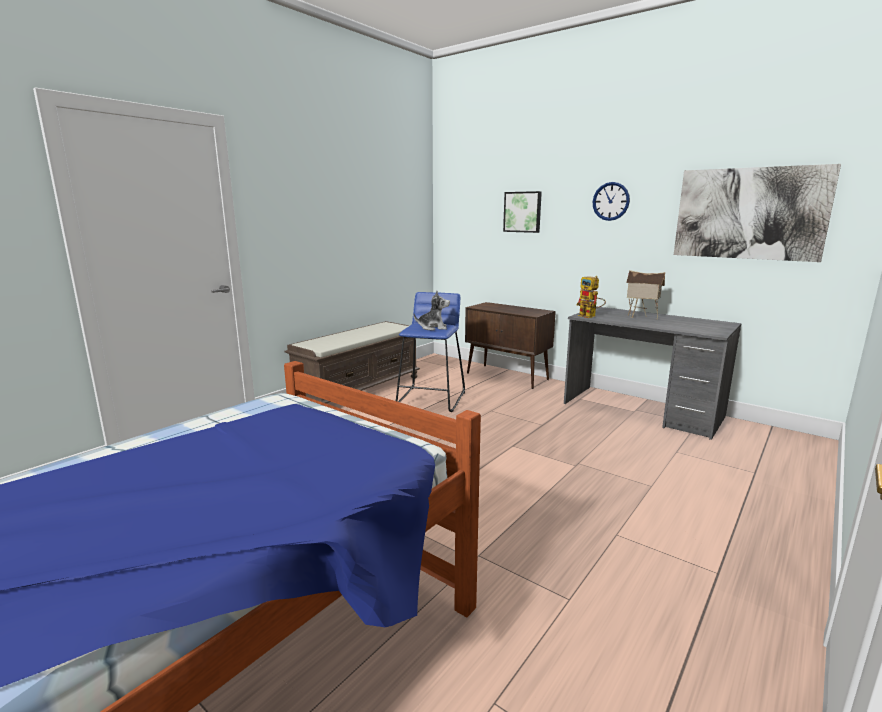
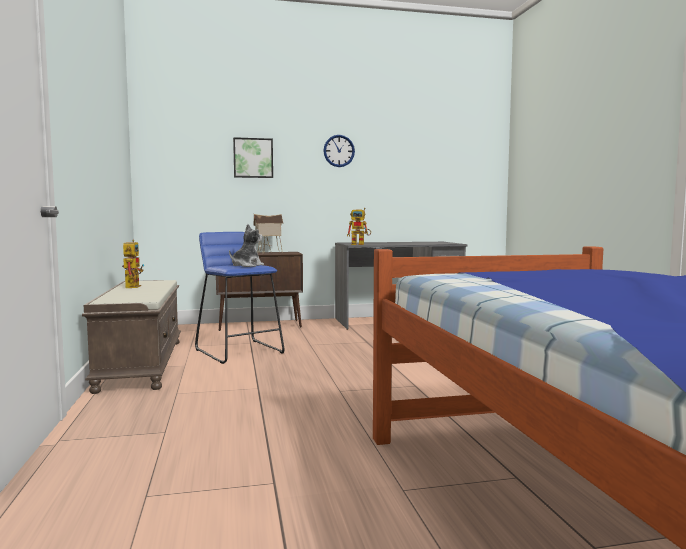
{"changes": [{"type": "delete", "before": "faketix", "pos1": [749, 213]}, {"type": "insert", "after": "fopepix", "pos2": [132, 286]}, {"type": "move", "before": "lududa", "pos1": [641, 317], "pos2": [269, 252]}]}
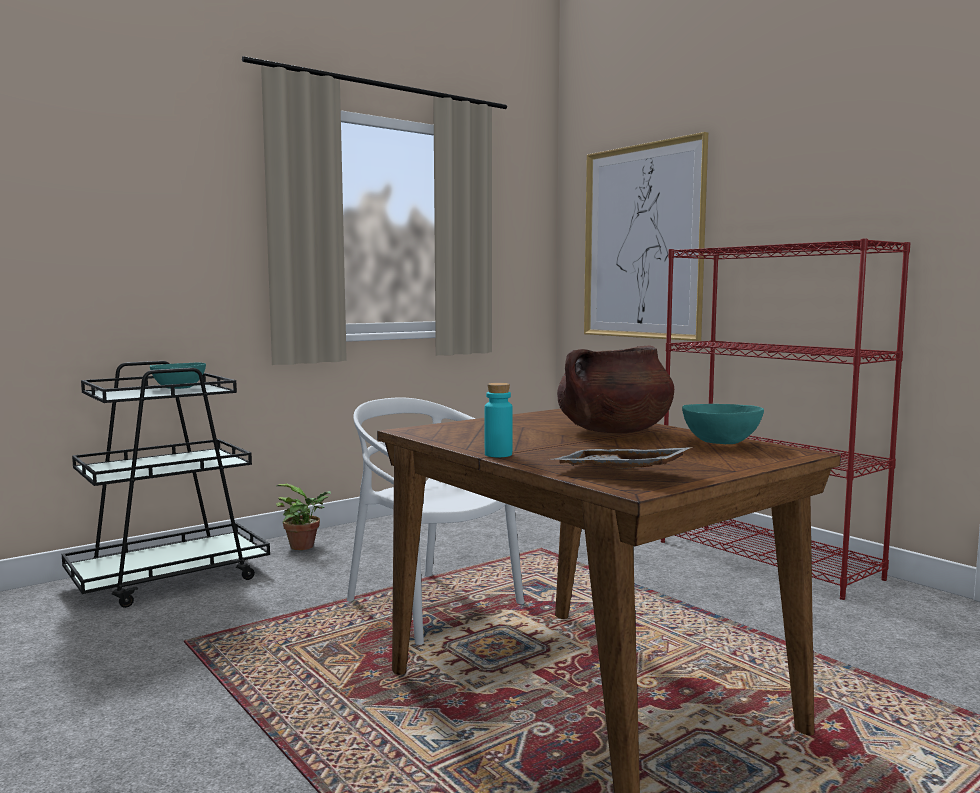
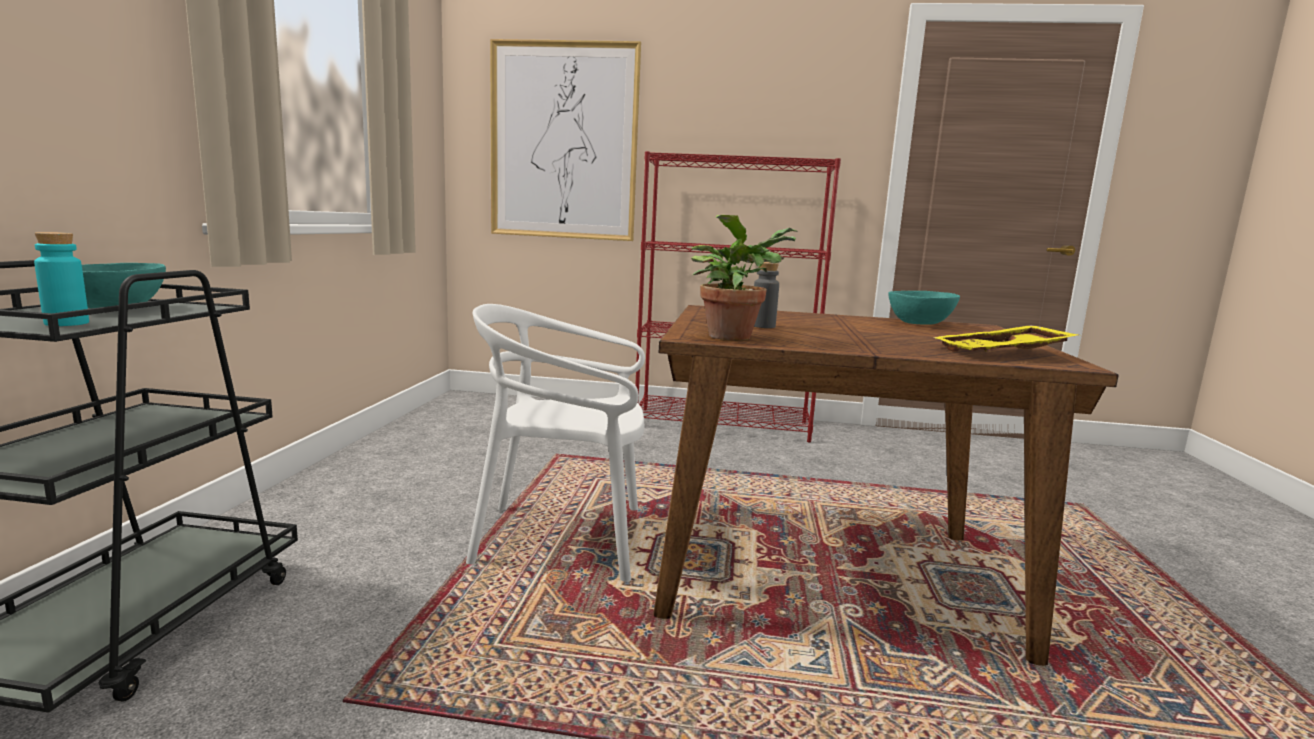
{"changes": [{"type": "delete", "before": "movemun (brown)", "pos1": [614, 431]}, {"type": "insert", "after": "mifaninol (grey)", "pos2": [763, 326]}, {"type": "move", "before": "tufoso", "pos1": [305, 546], "pos2": [733, 336]}, {"type": "move", "before": "mifaninol (turquoise)", "pos1": [498, 454], "pos2": [66, 323]}, {"type": "recolor", "before": "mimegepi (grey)", "after": "mimegepi (yellow)", "pos1": [619, 473], "pos2": [1003, 354]}]}
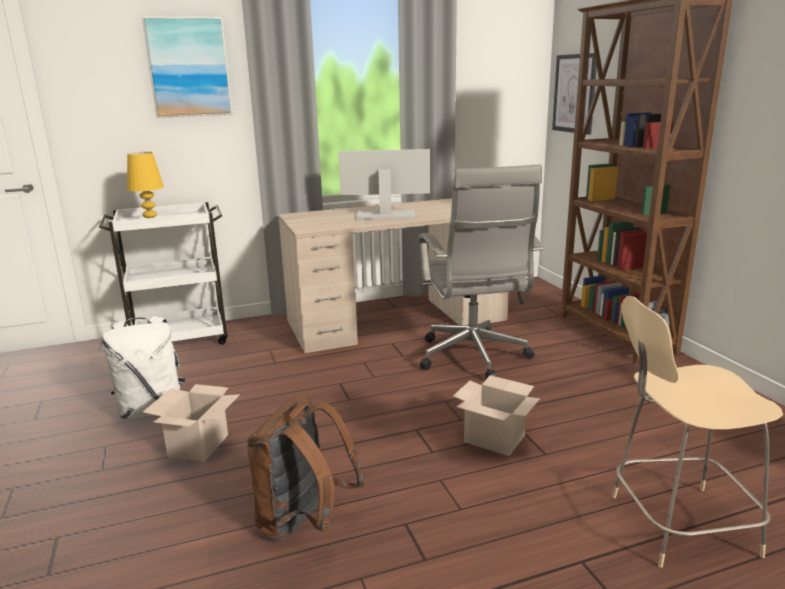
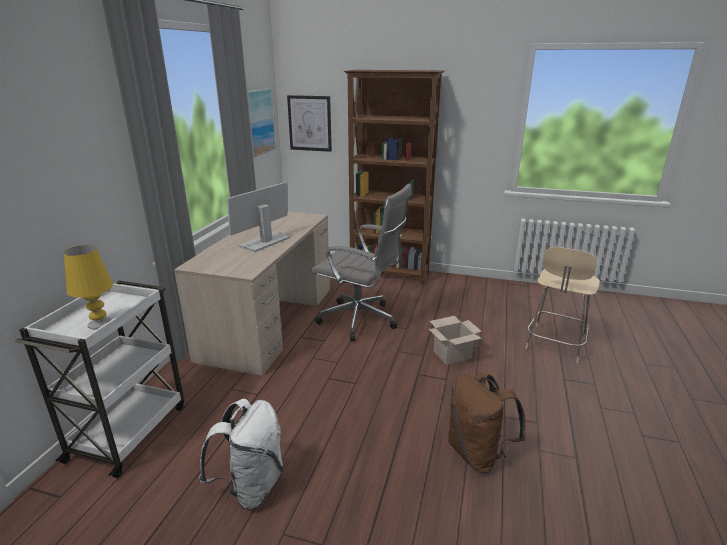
{"changes": [{"type": "delete", "before": "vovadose", "pos1": [198, 444]}, {"type": "move", "before": "faketix", "pos1": [188, 67], "pos2": [258, 121]}]}
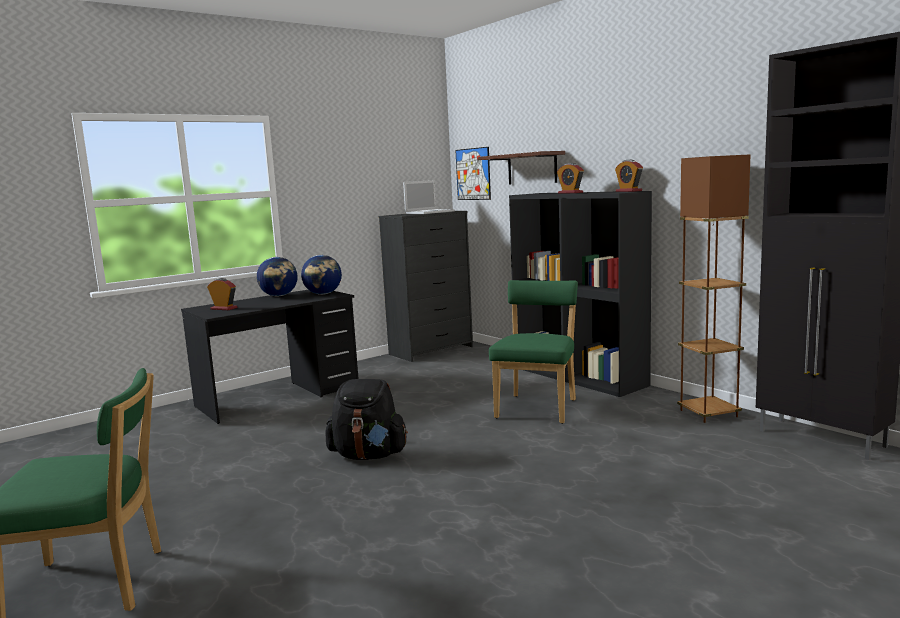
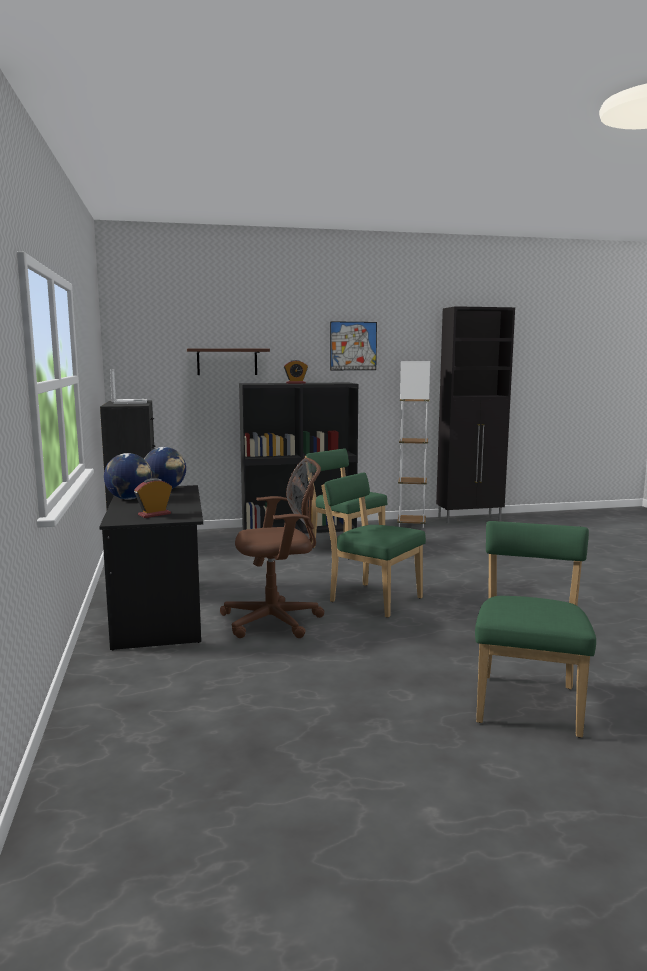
{"changes": [{"type": "delete", "before": "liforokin", "pos1": [628, 191]}, {"type": "insert", "after": "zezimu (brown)", "pos2": [276, 621]}, {"type": "move", "before": "faketix", "pos1": [473, 174], "pos2": [353, 346]}, {"type": "replace", "before": "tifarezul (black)", "after": "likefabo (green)", "pos1": [368, 455], "pos2": [372, 599]}, {"type": "recolor", "before": "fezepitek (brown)", "after": "fezepitek (white)", "pos1": [708, 413], "pos2": [411, 524]}]}
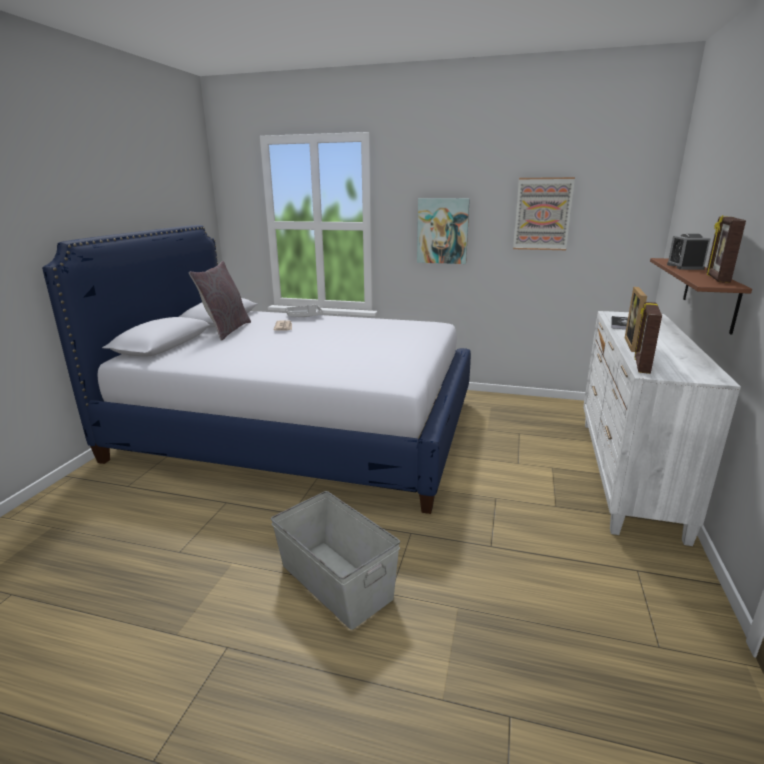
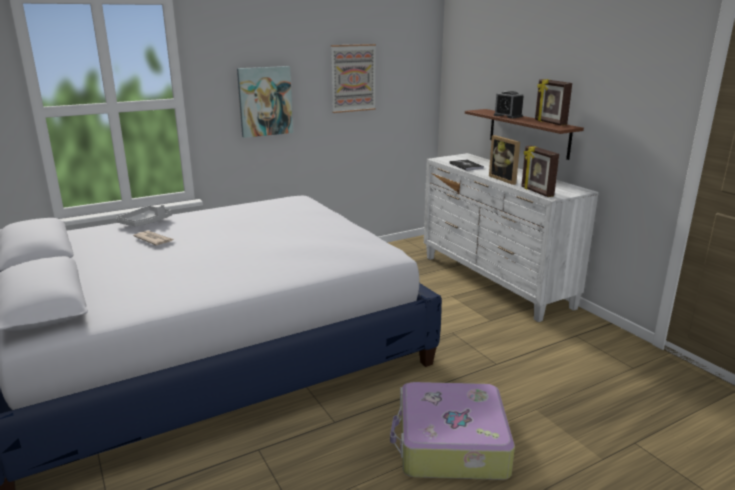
{"changes": [{"type": "delete", "before": "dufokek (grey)", "pos1": [226, 330]}, {"type": "replace", "before": "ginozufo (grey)", "after": "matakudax", "pos1": [335, 582], "pos2": [450, 444]}]}
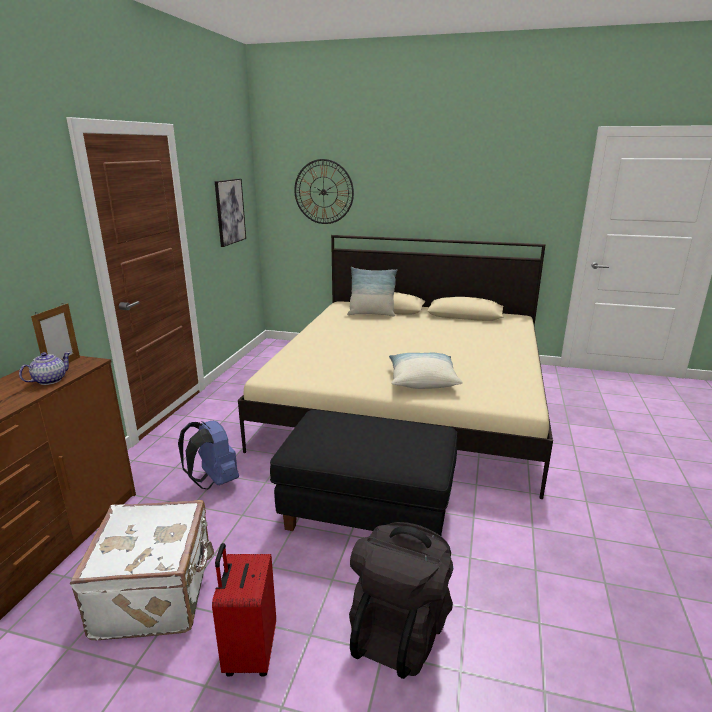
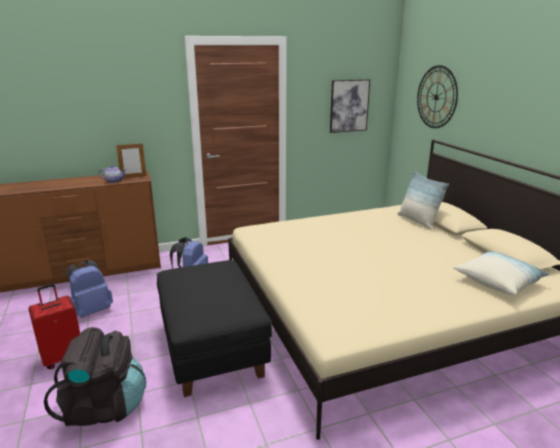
{"changes": [{"type": "move", "before": "dufokek", "pos1": [422, 381], "pos2": [498, 282]}, {"type": "replace", "before": "matakudax (white)", "after": "tifarezul (blue)", "pos1": [157, 593], "pos2": [91, 311]}]}
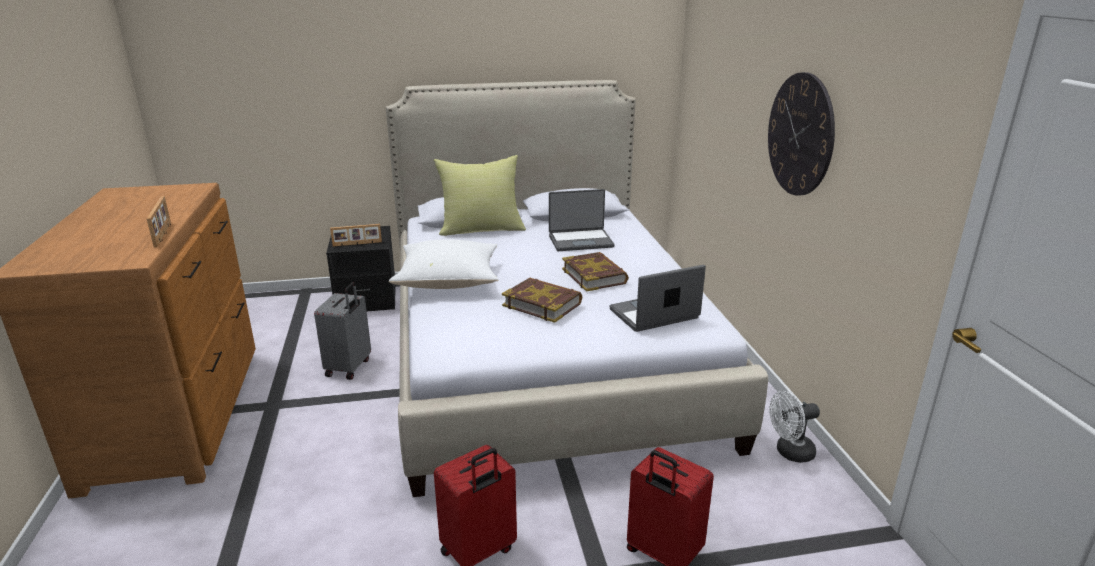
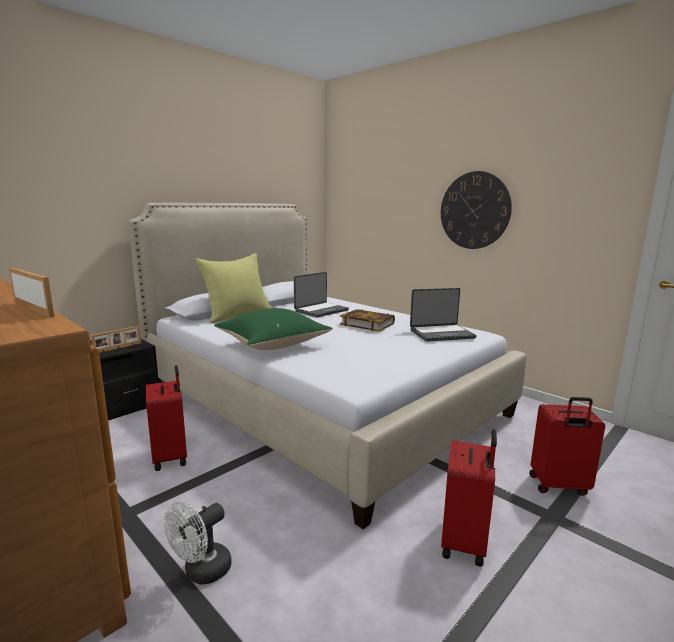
{"changes": [{"type": "delete", "before": "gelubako", "pos1": [542, 304]}, {"type": "move", "before": "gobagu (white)", "pos1": [789, 453], "pos2": [201, 572]}, {"type": "recolor", "before": "matakudax (grey)", "after": "matakudax (red)", "pos1": [349, 368], "pos2": [171, 457]}, {"type": "recolor", "before": "dufokek (white)", "after": "dufokek (green)", "pos1": [449, 281], "pos2": [273, 345]}, {"type": "rotate", "before": "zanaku", "pos1": [654, 315], "pos2": [441, 334], "turn": -135}]}
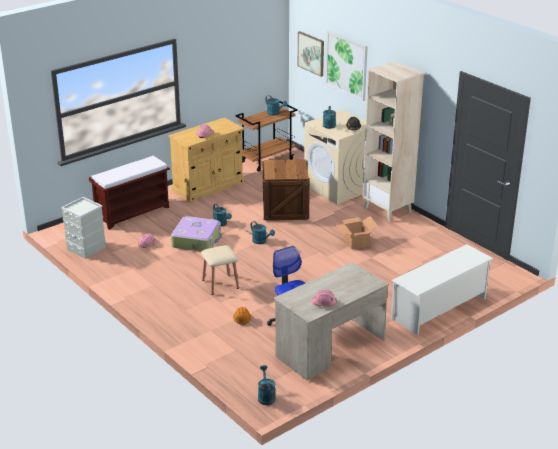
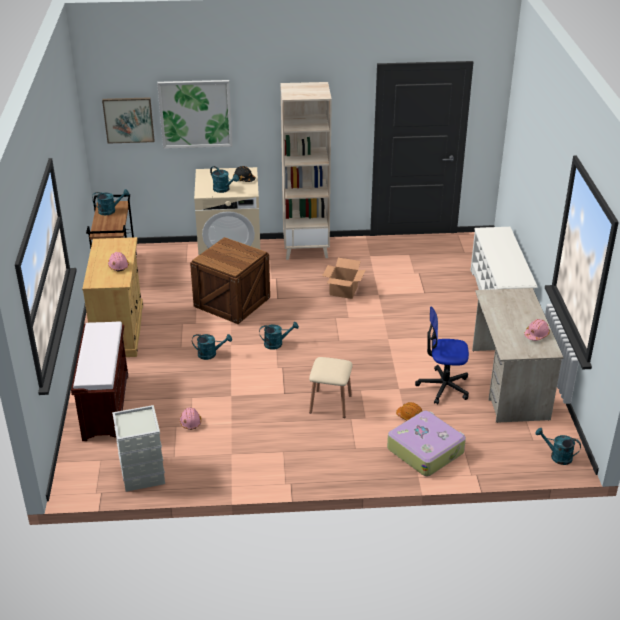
{"changes": [{"type": "move", "before": "matakudax", "pos1": [197, 240], "pos2": [425, 450]}]}
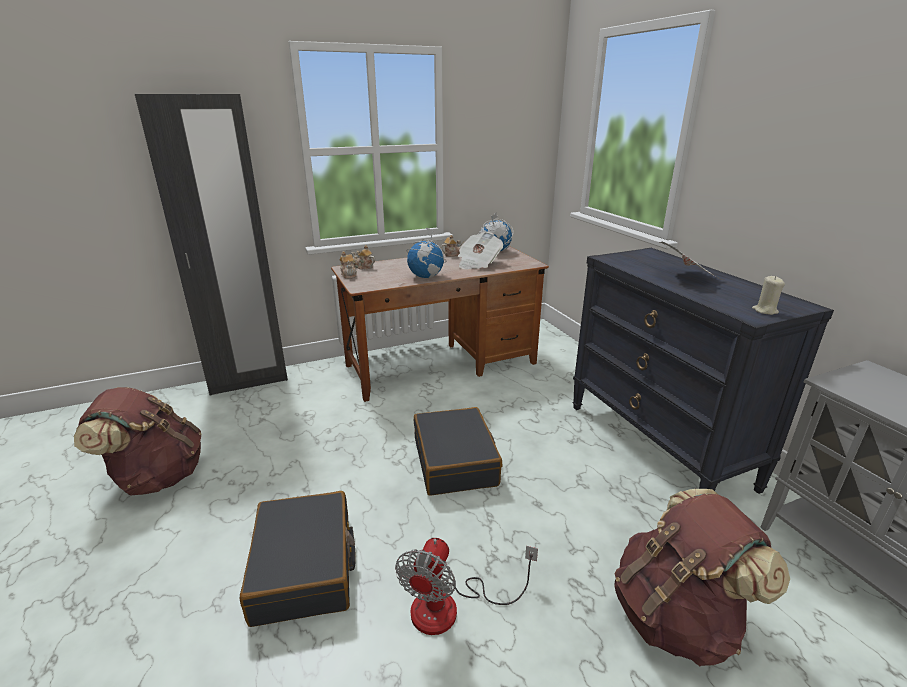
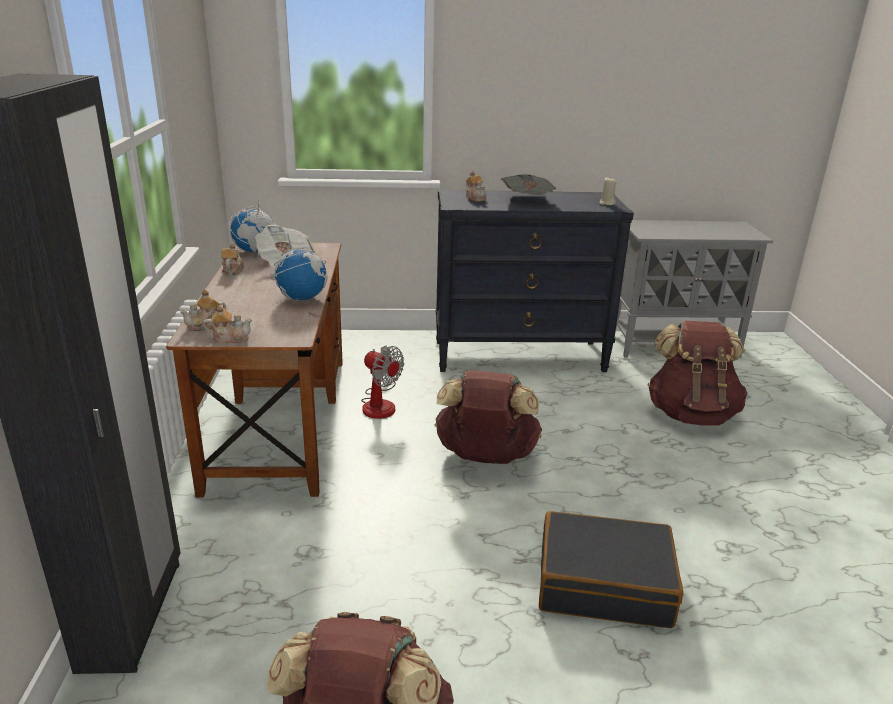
{"changes": [{"type": "insert", "after": "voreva", "pos2": [475, 198]}, {"type": "move", "before": "gobagu", "pos1": [451, 607], "pos2": [380, 403]}, {"type": "replace", "before": "matakudax (black)", "after": "tifarezul (brown)", "pos1": [455, 461], "pos2": [485, 457]}]}
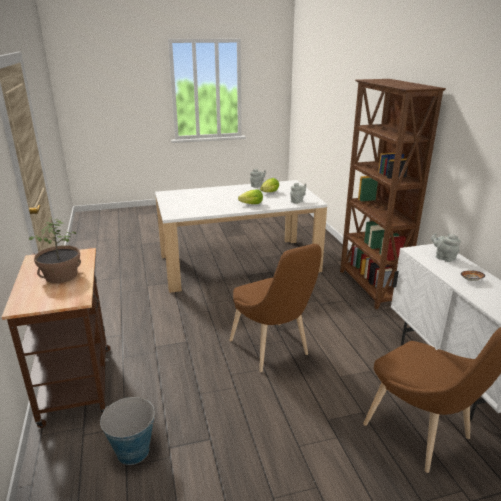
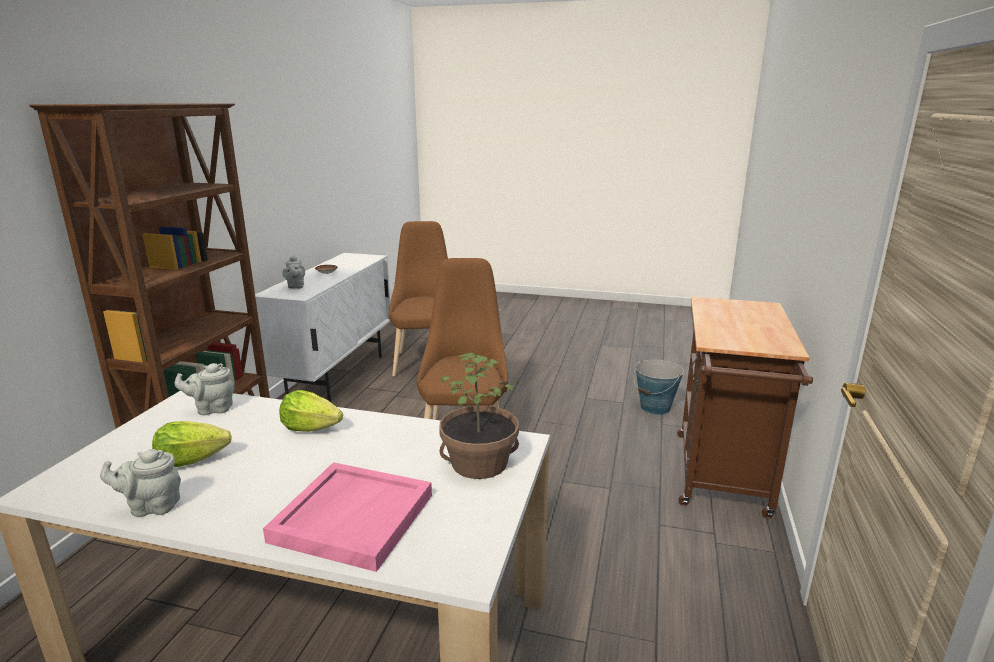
{"changes": [{"type": "insert", "after": "mimegepi (pink)", "pos2": [352, 517]}, {"type": "move", "before": "tufoso", "pos1": [61, 275], "pos2": [479, 463]}]}
